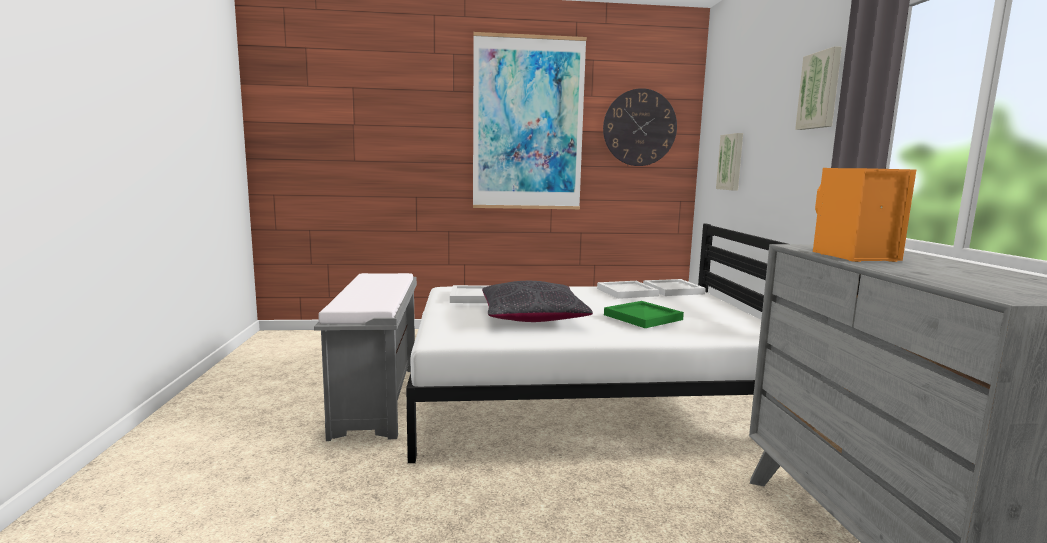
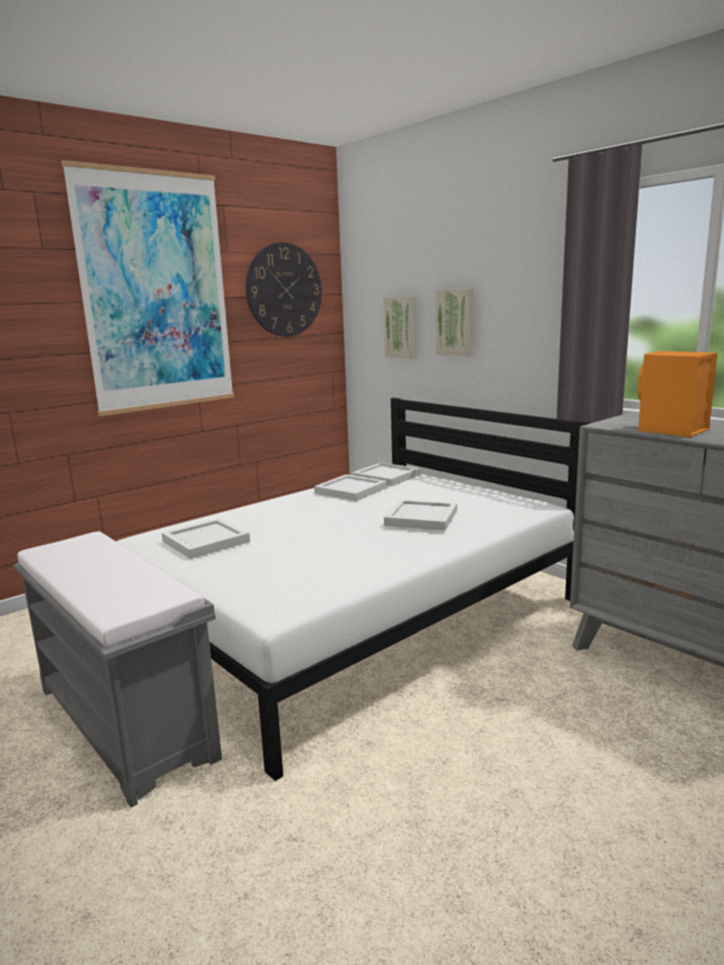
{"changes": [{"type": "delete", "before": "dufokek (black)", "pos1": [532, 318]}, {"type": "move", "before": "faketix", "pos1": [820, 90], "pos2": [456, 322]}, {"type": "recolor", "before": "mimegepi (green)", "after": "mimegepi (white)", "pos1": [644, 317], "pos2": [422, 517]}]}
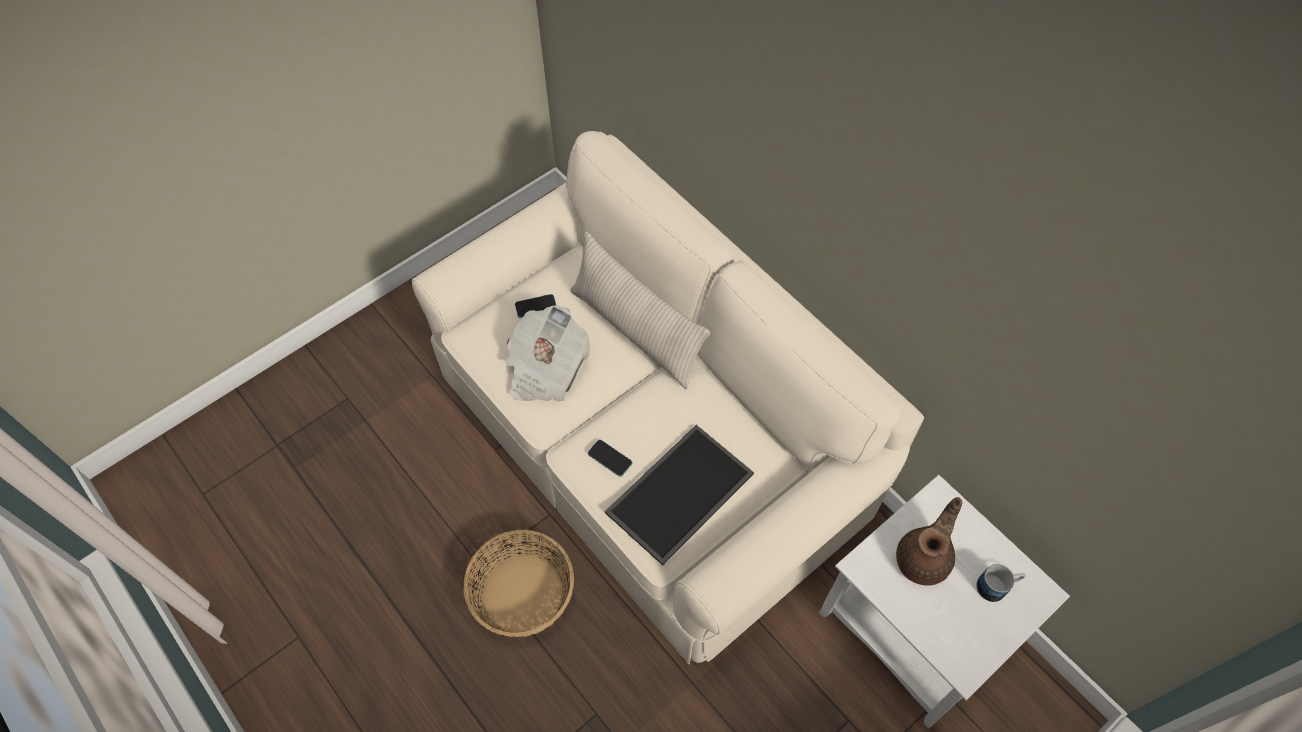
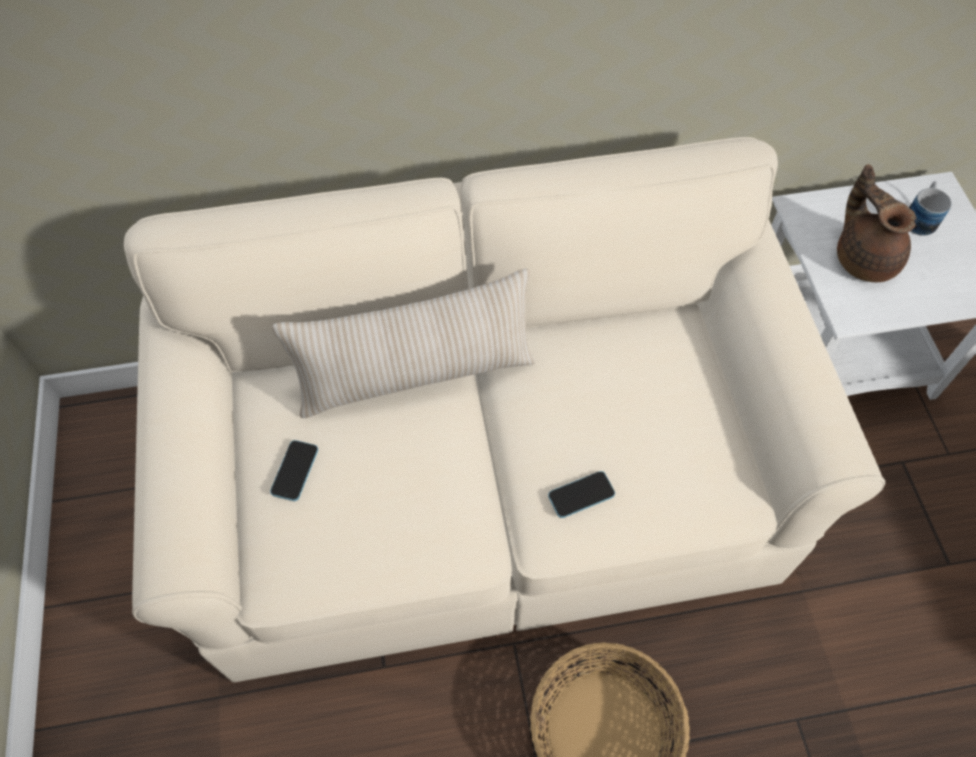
{"changes": [{"type": "delete", "before": "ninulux", "pos1": [546, 369]}, {"type": "delete", "before": "mimegepi", "pos1": [680, 495]}]}
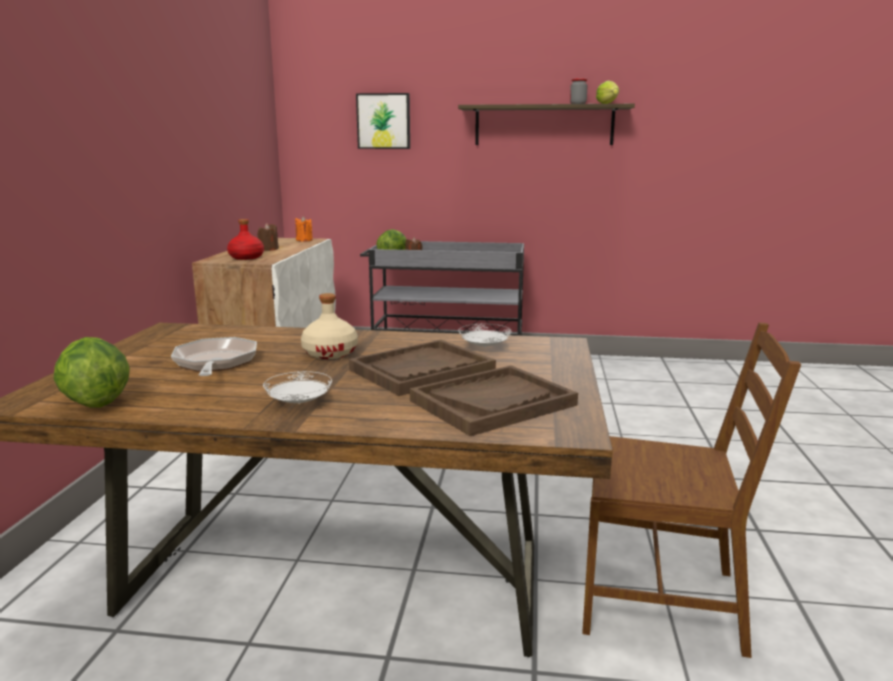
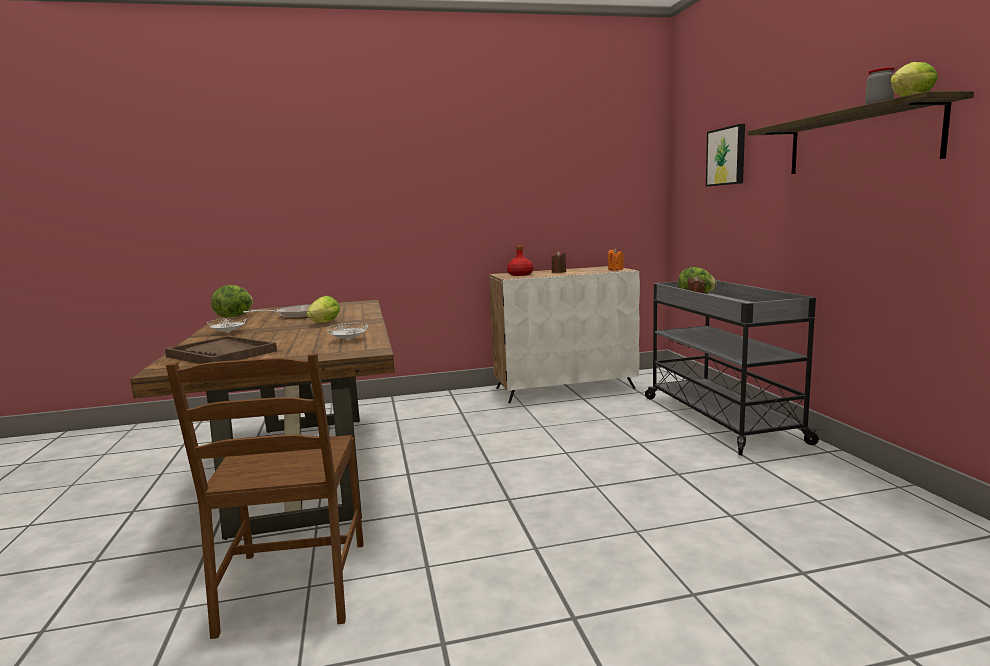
{"changes": [{"type": "delete", "before": "mimegepi (brown)", "pos1": [422, 370]}, {"type": "replace", "before": "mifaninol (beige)", "after": "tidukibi", "pos1": [330, 353], "pos2": [323, 323]}]}
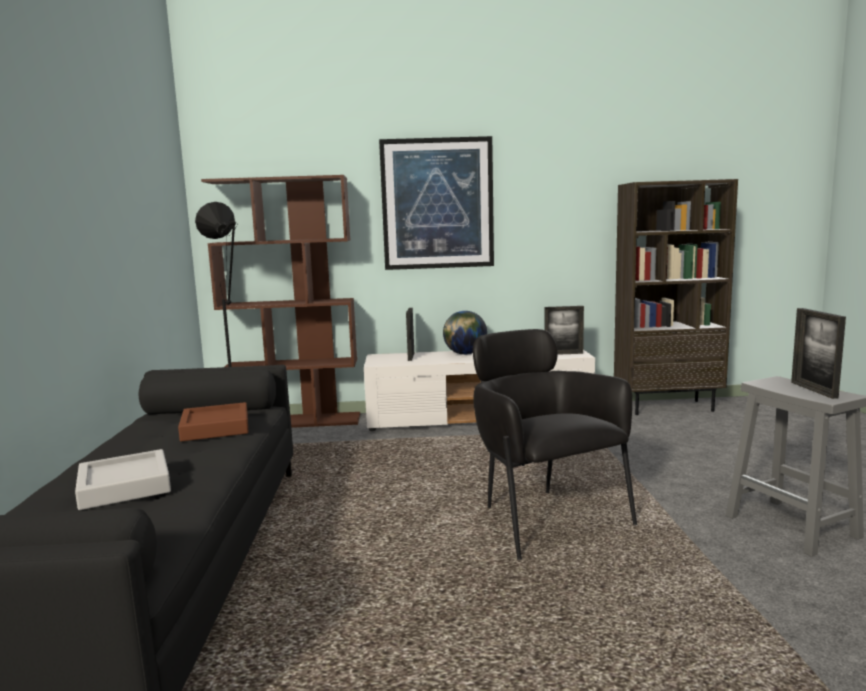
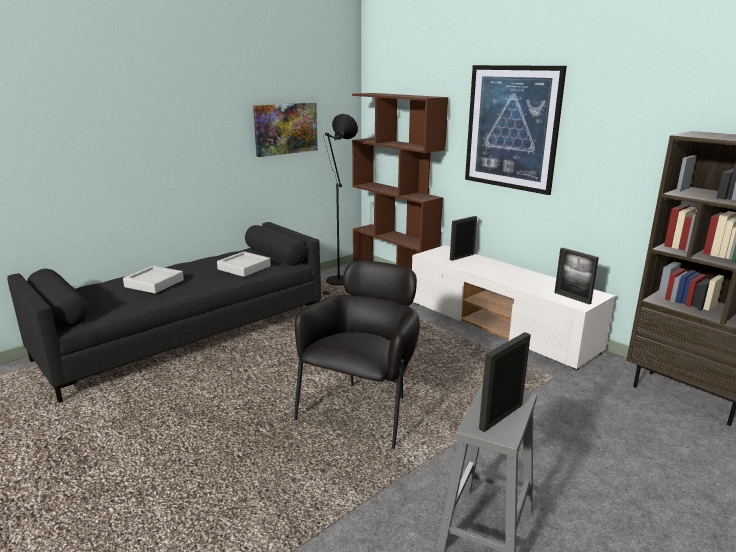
{"changes": [{"type": "delete", "before": "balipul", "pos1": [465, 354]}, {"type": "insert", "after": "faketix", "pos2": [285, 128]}, {"type": "recolor", "before": "mimegepi (brown)", "after": "mimegepi (grey)", "pos1": [215, 428], "pos2": [244, 268]}]}
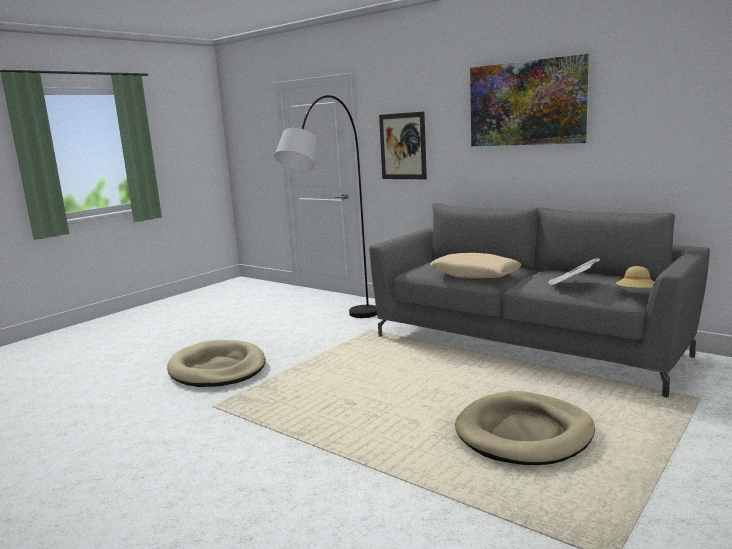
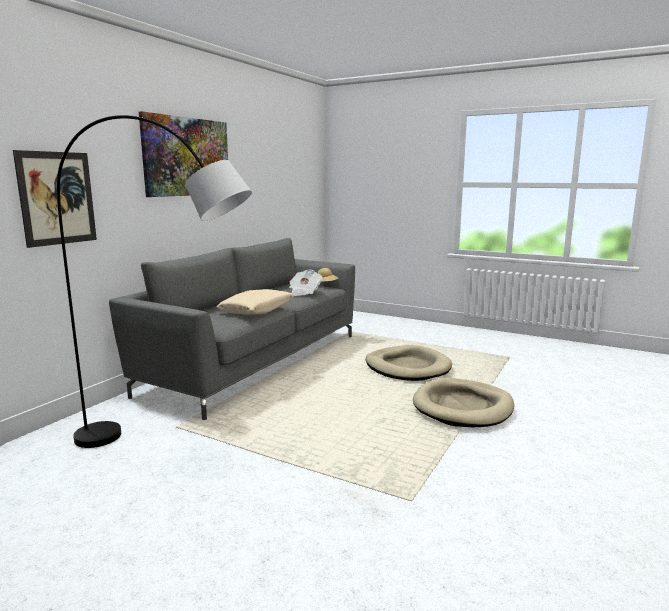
{"changes": [{"type": "move", "before": "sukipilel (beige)", "pos1": [218, 369], "pos2": [463, 407]}]}
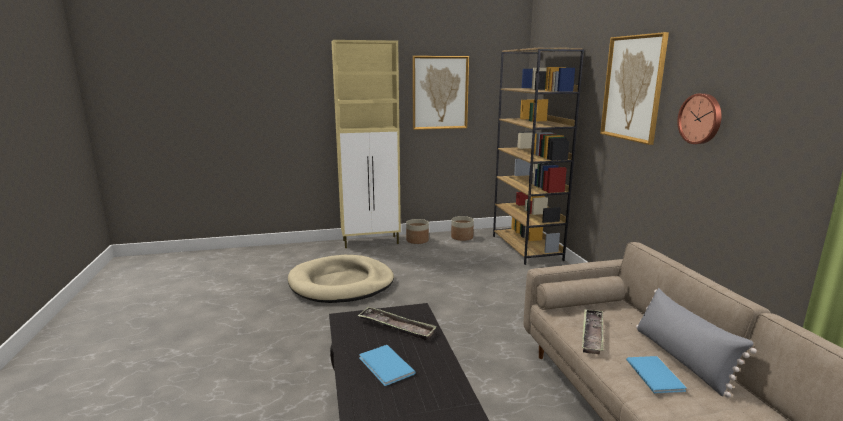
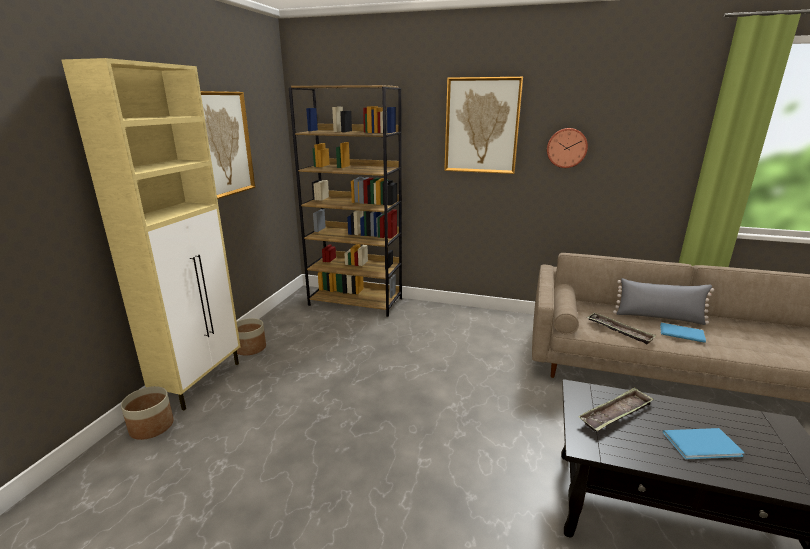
{"changes": [{"type": "delete", "before": "sukipilel (beige)", "pos1": [341, 283]}, {"type": "move", "before": "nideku", "pos1": [462, 237], "pos2": [152, 426]}]}
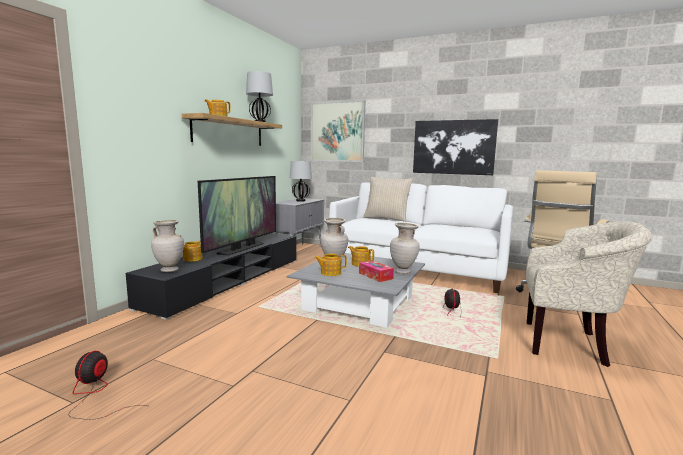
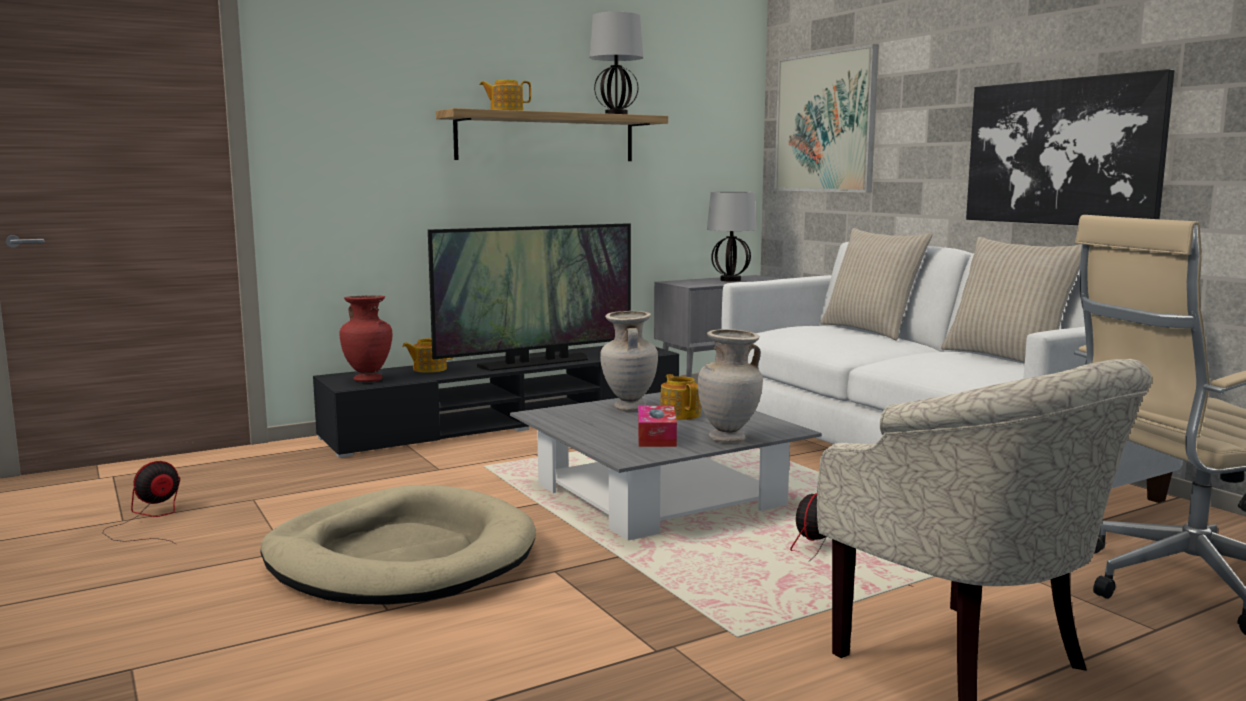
{"changes": [{"type": "delete", "before": "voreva", "pos1": [330, 273]}, {"type": "insert", "after": "sukipilel (beige)", "pos2": [401, 557]}, {"type": "insert", "after": "dufokek (beige)", "pos2": [1007, 358]}, {"type": "recolor", "before": "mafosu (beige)", "after": "mafosu (red)", "pos1": [169, 270], "pos2": [368, 380]}]}
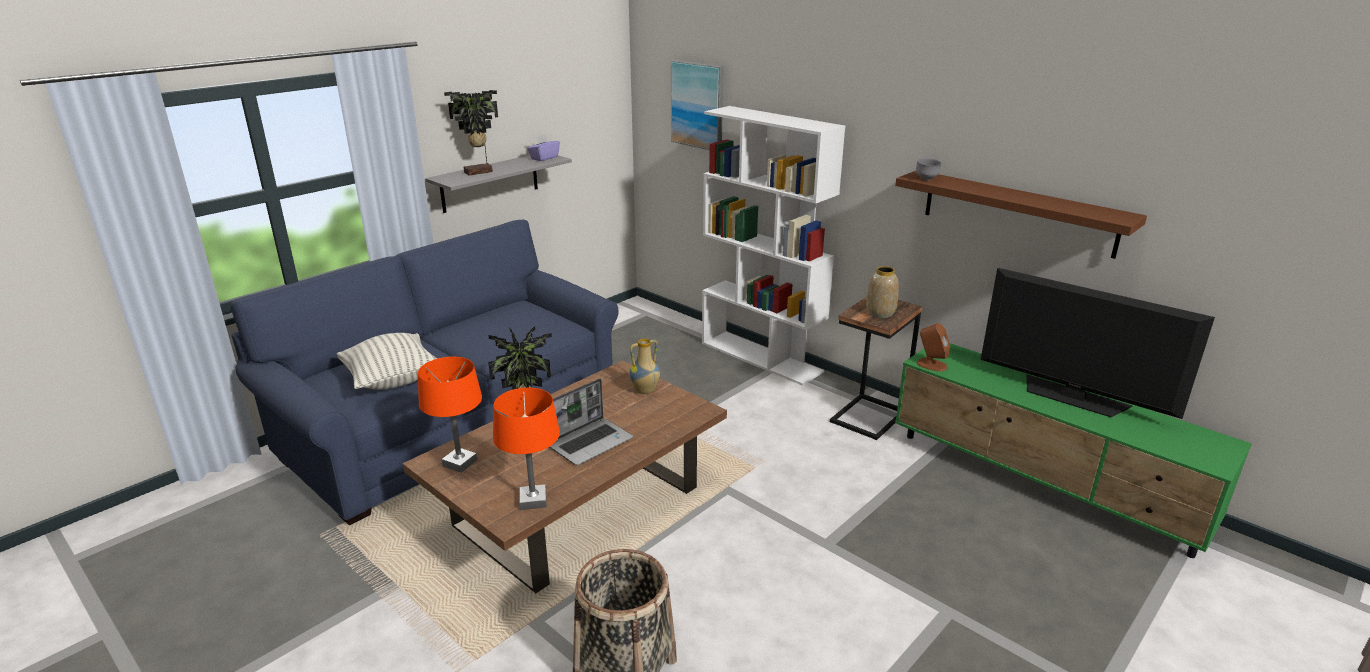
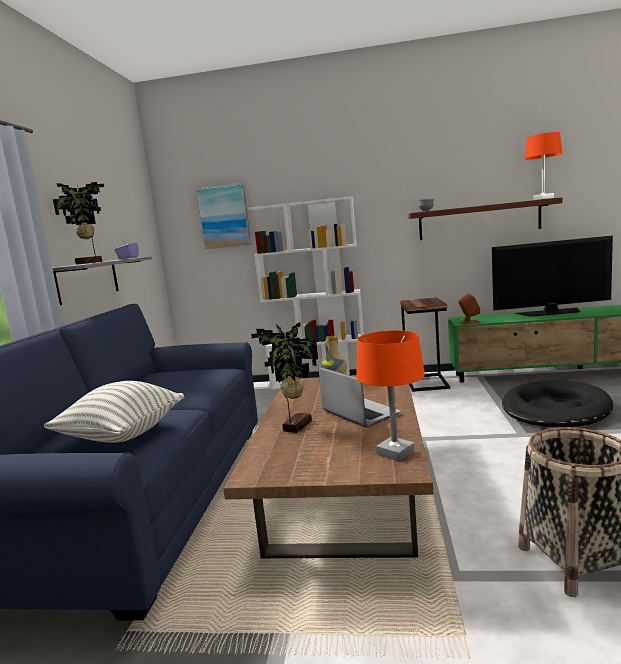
{"changes": [{"type": "delete", "before": "mafosu", "pos1": [880, 313]}, {"type": "insert", "after": "sukipilel (black)", "pos2": [555, 409]}, {"type": "move", "before": "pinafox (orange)", "pos1": [459, 463], "pos2": [543, 199]}, {"type": "rotate", "before": "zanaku", "pos1": [590, 442], "pos2": [359, 413], "turn": -45}]}
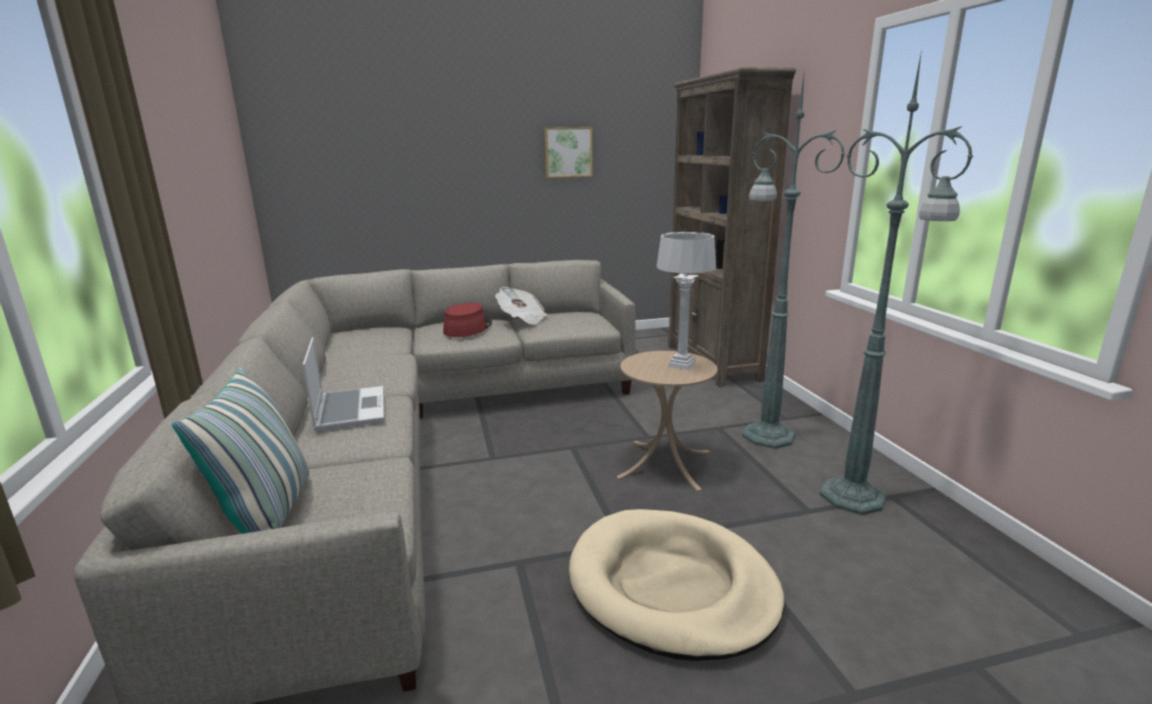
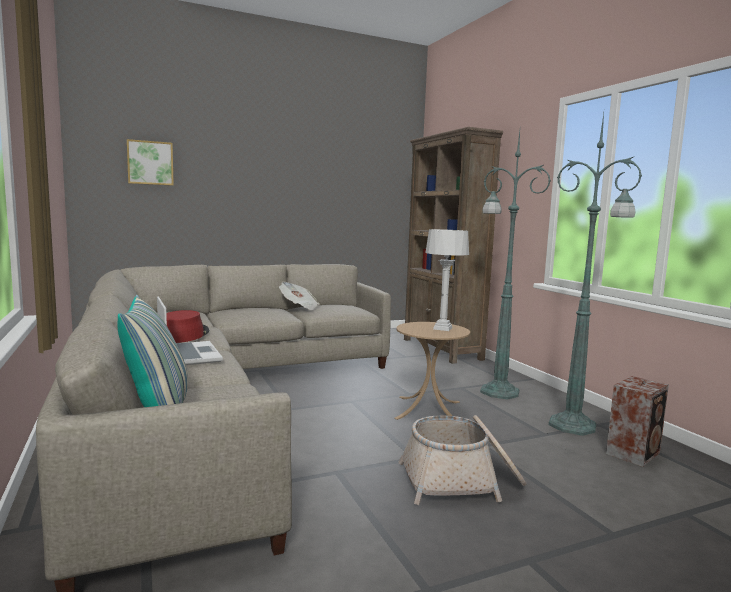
{"changes": [{"type": "insert", "after": "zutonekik", "pos2": [634, 453]}, {"type": "move", "before": "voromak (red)", "pos1": [467, 327], "pos2": [183, 335]}, {"type": "move", "before": "faketix", "pos1": [568, 152], "pos2": [150, 163]}, {"type": "replace", "before": "sukipilel (beige)", "after": "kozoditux", "pos1": [671, 587], "pos2": [461, 481]}]}
